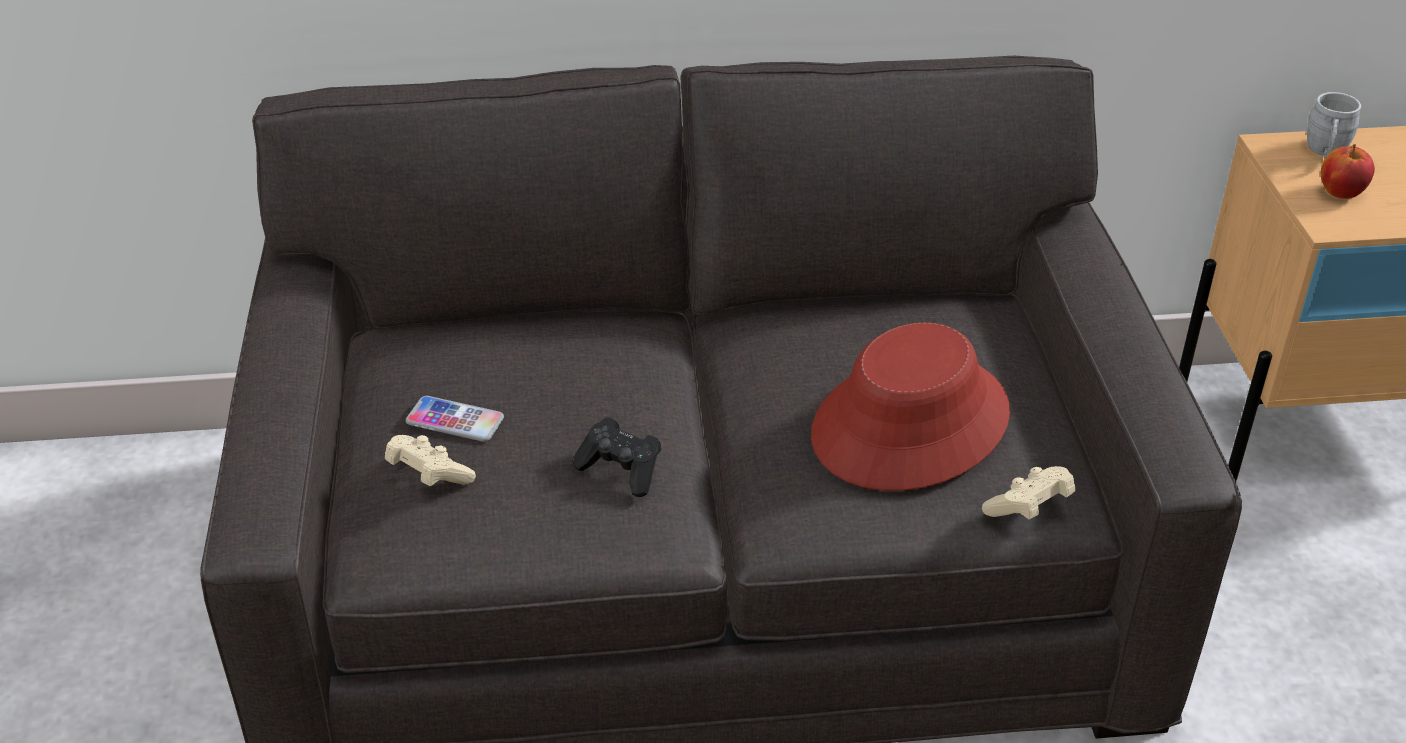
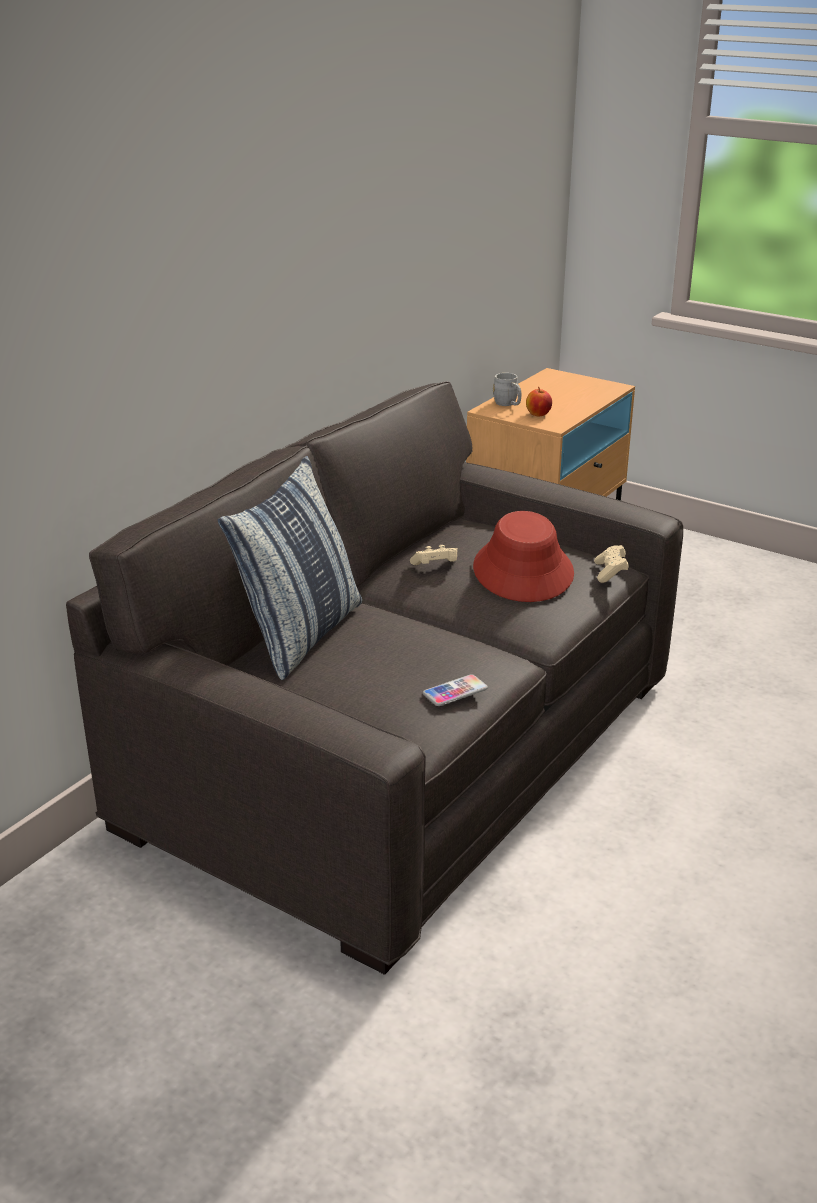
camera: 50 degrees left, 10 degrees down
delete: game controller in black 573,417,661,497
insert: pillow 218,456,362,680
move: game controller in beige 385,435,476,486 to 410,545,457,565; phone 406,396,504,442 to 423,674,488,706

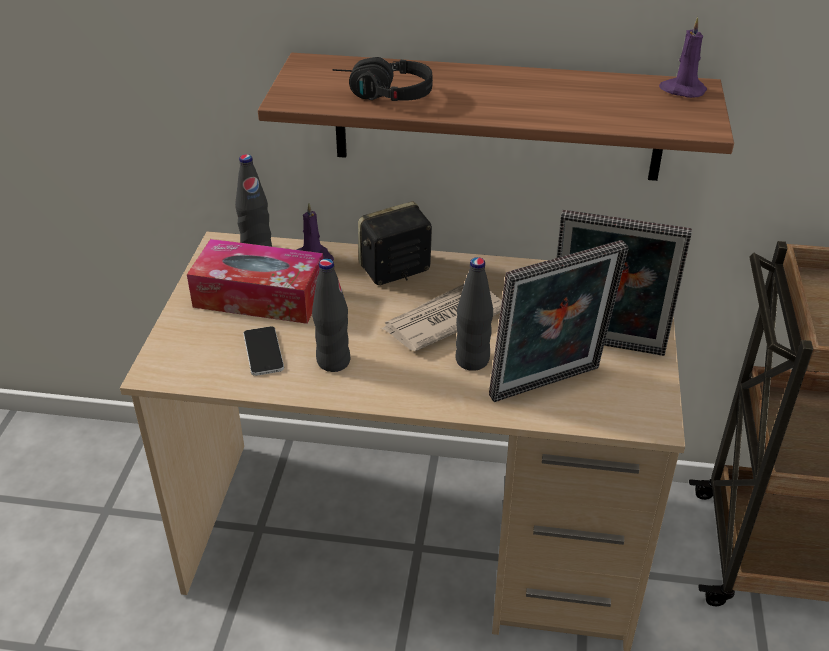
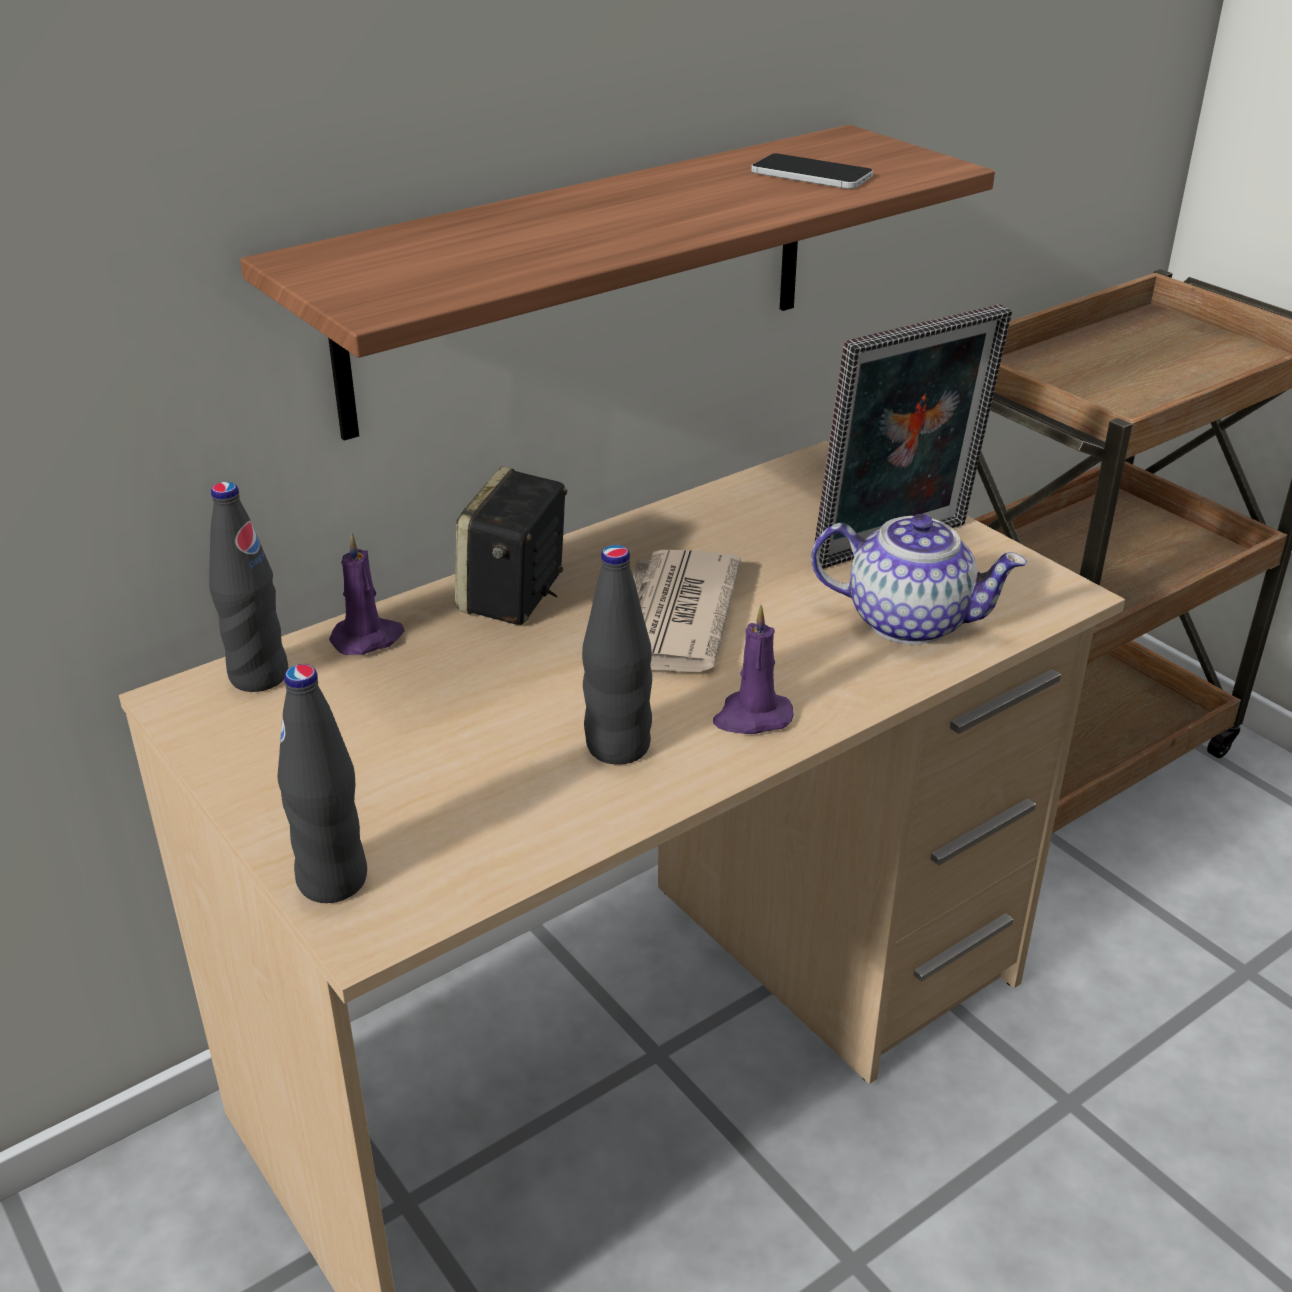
camera: 45 degrees left, 5 degrees down
delete: tissue box 187,239,323,324; headphones in black 333,57,433,101
move: bottle in black 455,257,493,371 to 277,664,367,903; candle in purple 659,17,707,98 to 713,605,794,734; phone 243,326,284,376 to 751,153,873,189
replace: picture frame 489,240,629,402 to teapot 811,514,1027,645

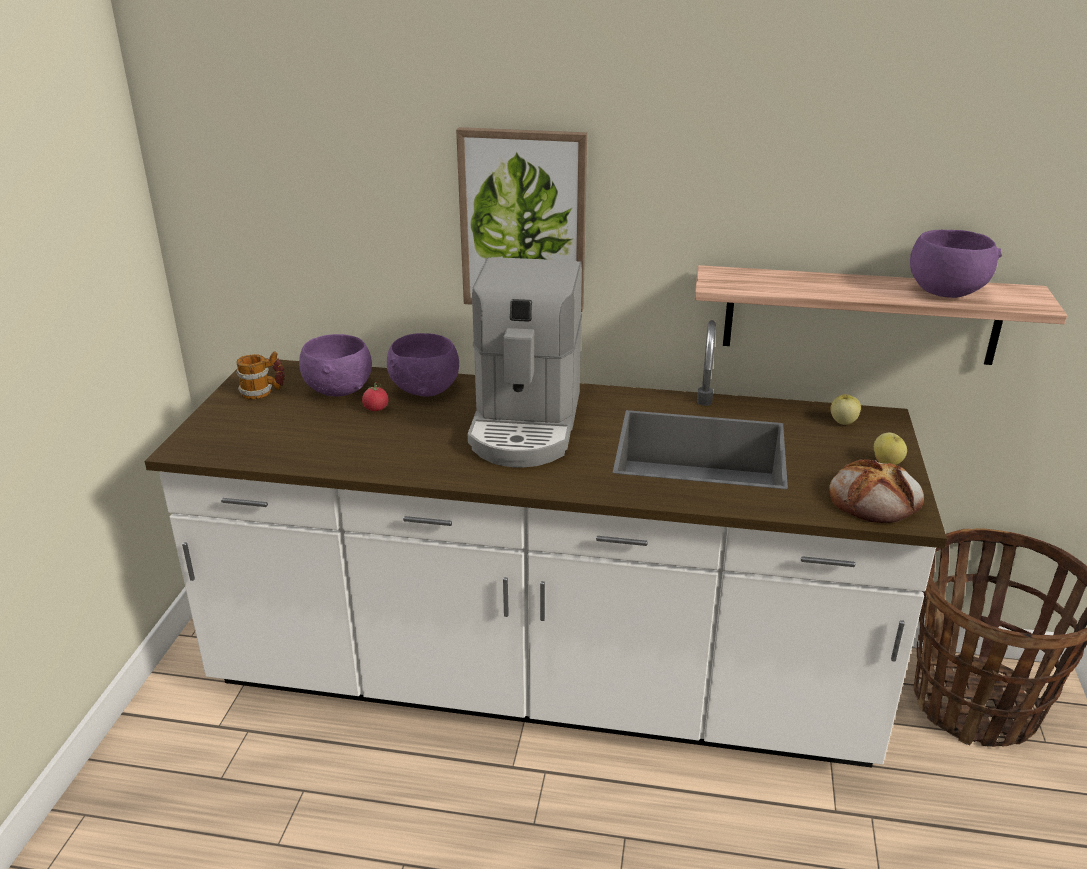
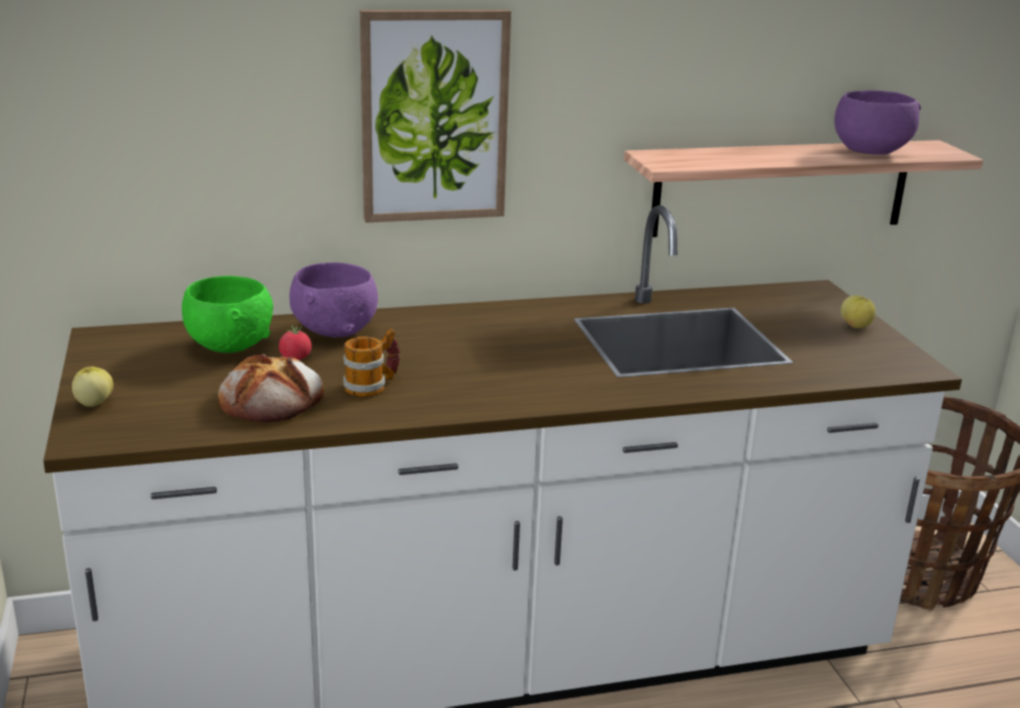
camera: 25 degrees left, 5 degrees down
delete: coffee machine 468,257,582,468
move: apple 831,394,861,425 to 72,366,113,407; bread 829,459,924,523 to 218,354,324,422; mug 236,351,285,400 to 343,328,400,397
recolor: bowl in purple 299,334,372,396 to bowl in green 182,276,273,353

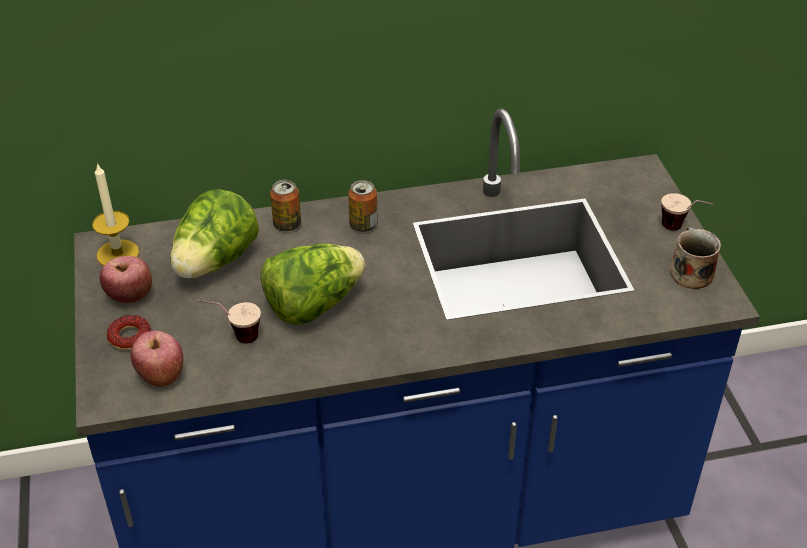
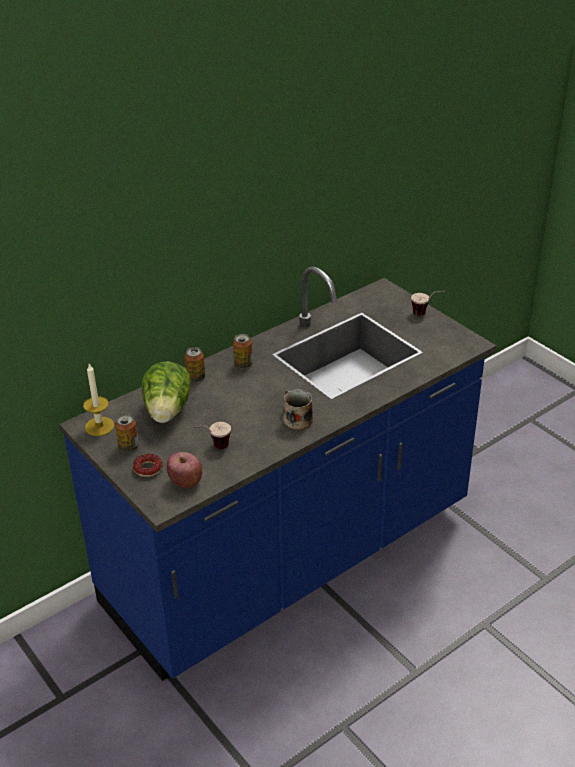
camera: 25 degrees left, 5 degrees down
delete: lettuce 260,244,365,325
move: mug 670,227,721,289 to 283,389,313,430
replace: apple 100,256,152,303 to can 115,414,139,452

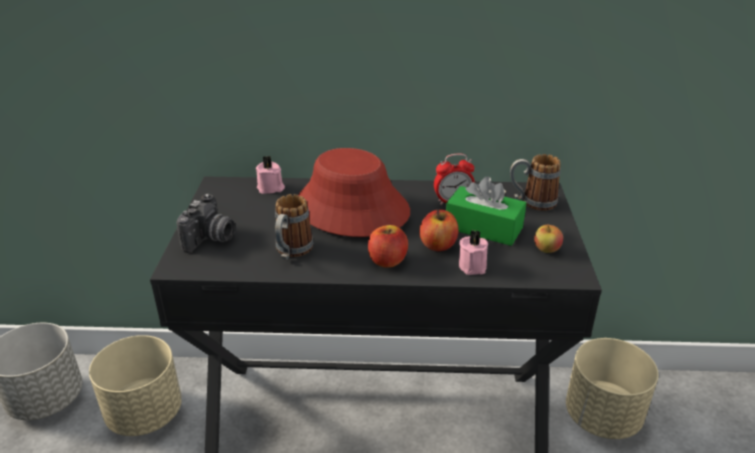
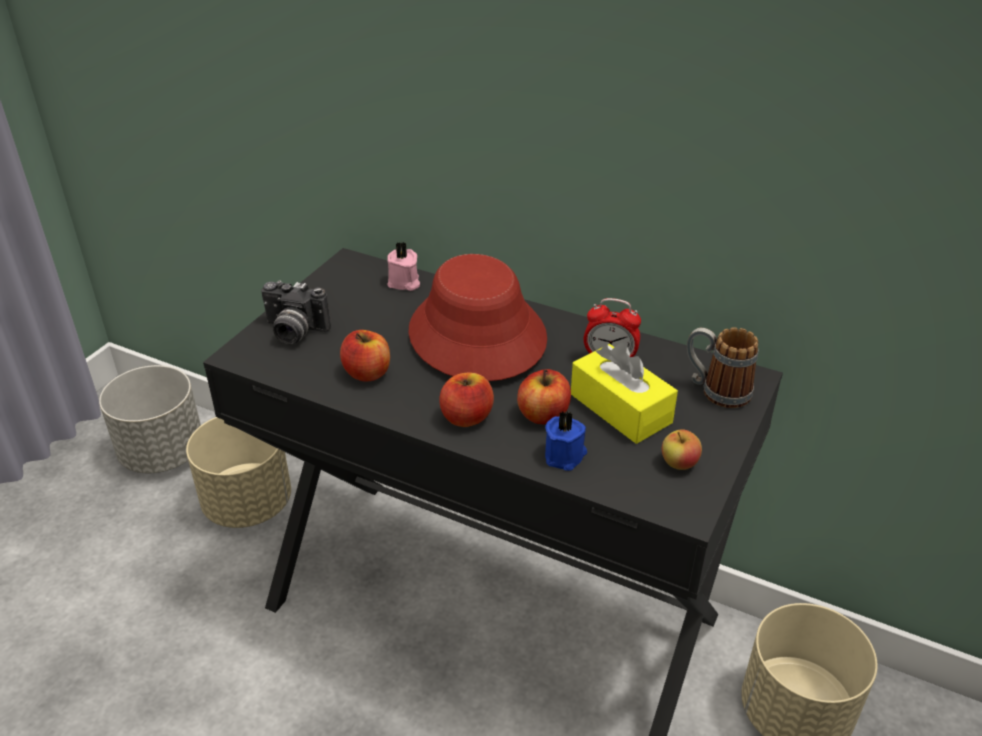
camera: 25 degrees right, 5 degrees up
replace: mug 275,194,313,260 to apple 340,330,390,381
recolor: candle in pink 459,230,488,275 to candle in blue 545,411,587,471; tissue box in green 446,176,526,246 to tissue box in yellow 571,343,678,444
rotate: photo camera 177,194,235,253 = 261,281,331,344 60 degrees clockwise

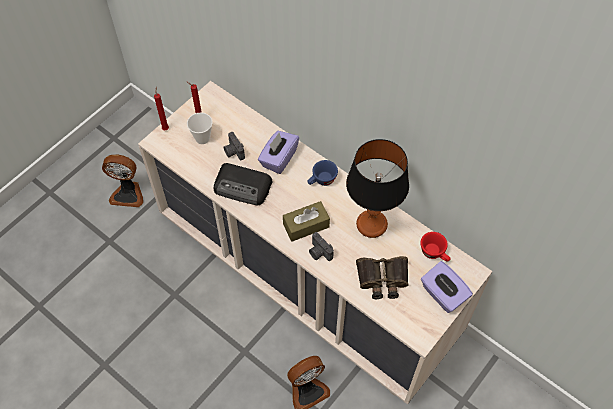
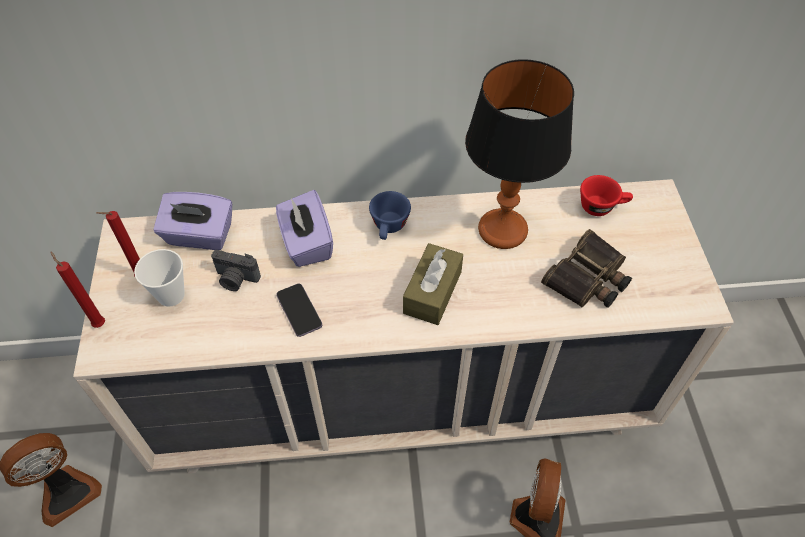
camera: 45 degrees left, 5 degrees down
delete: photo camera 309,232,334,261
move: tissue box in purple 421,261,473,313 to 153,192,233,250
replace: radio 214,163,272,206 to phone 276,284,322,337

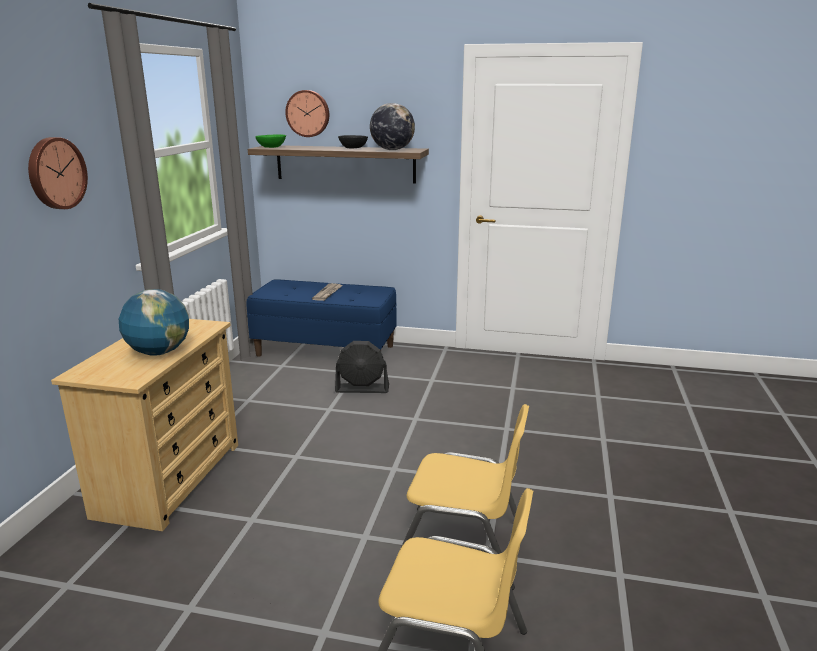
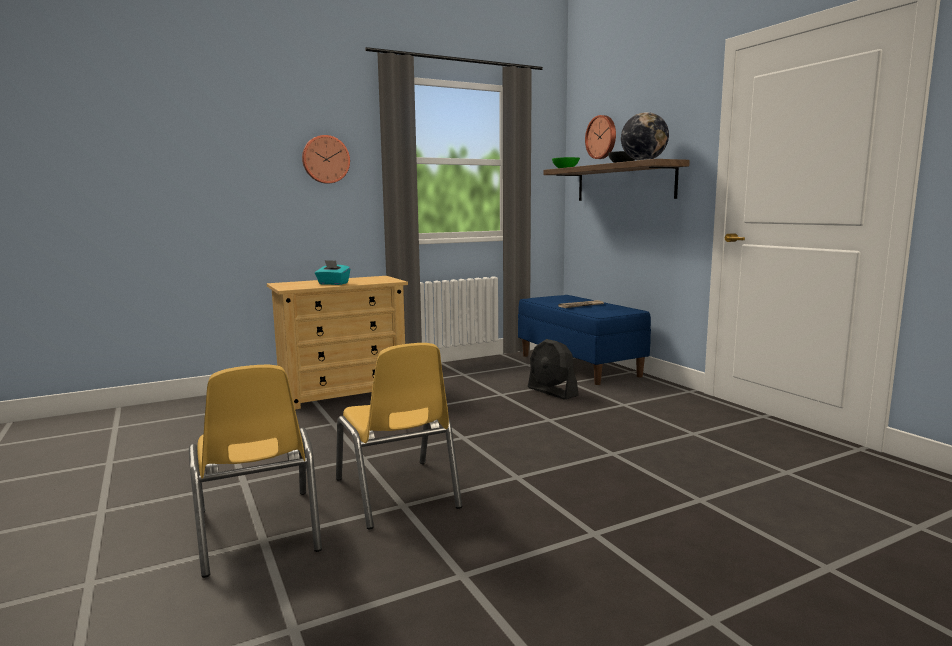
camera: 50 degrees right, 10 degrees down
replace: globe 119,289,189,356 to tissue box in turquoise 315,260,351,285

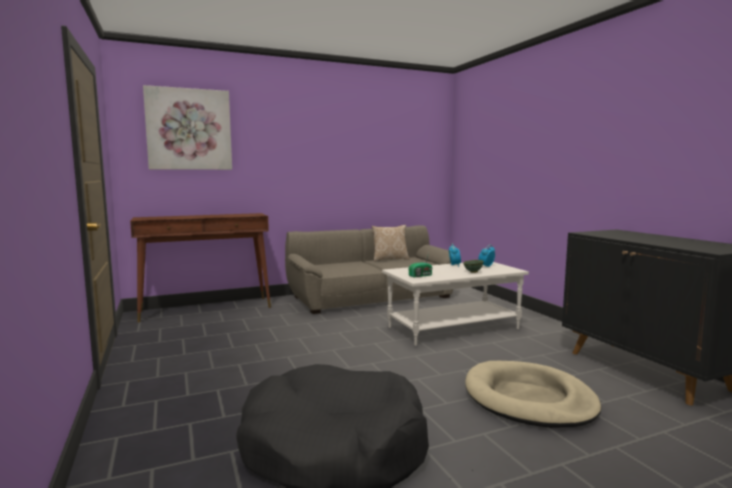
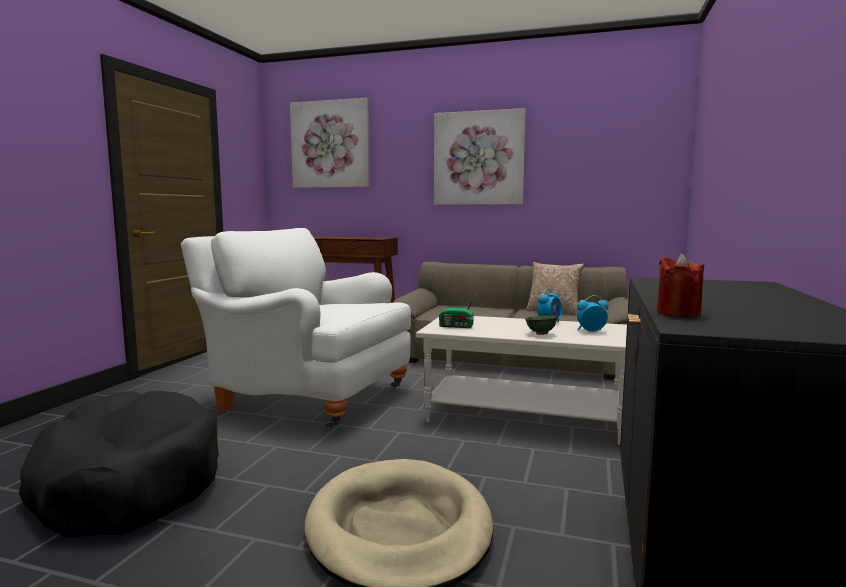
camera: 40 degrees right, 0 degrees up
insert: armchair in white 181,228,411,429; picture 434,108,526,205; candle in red 656,253,704,317

